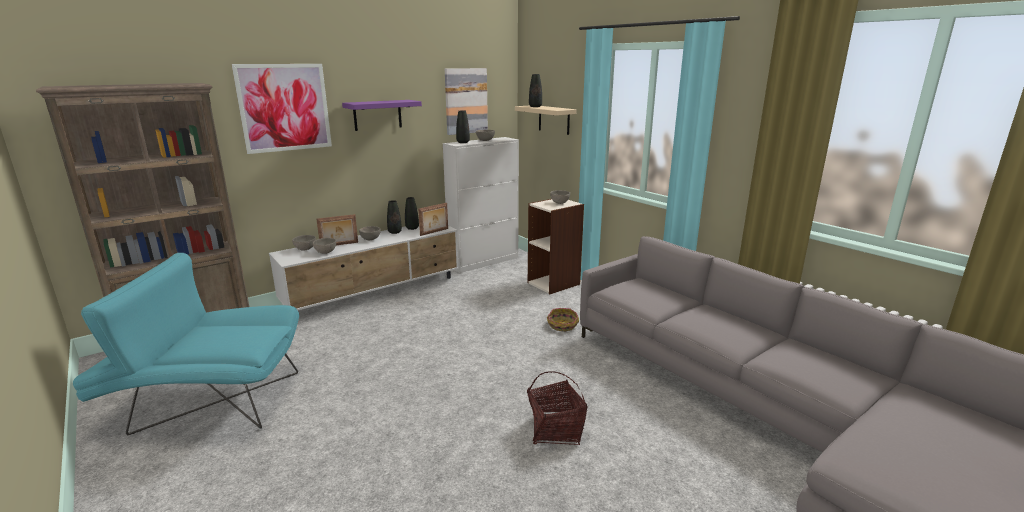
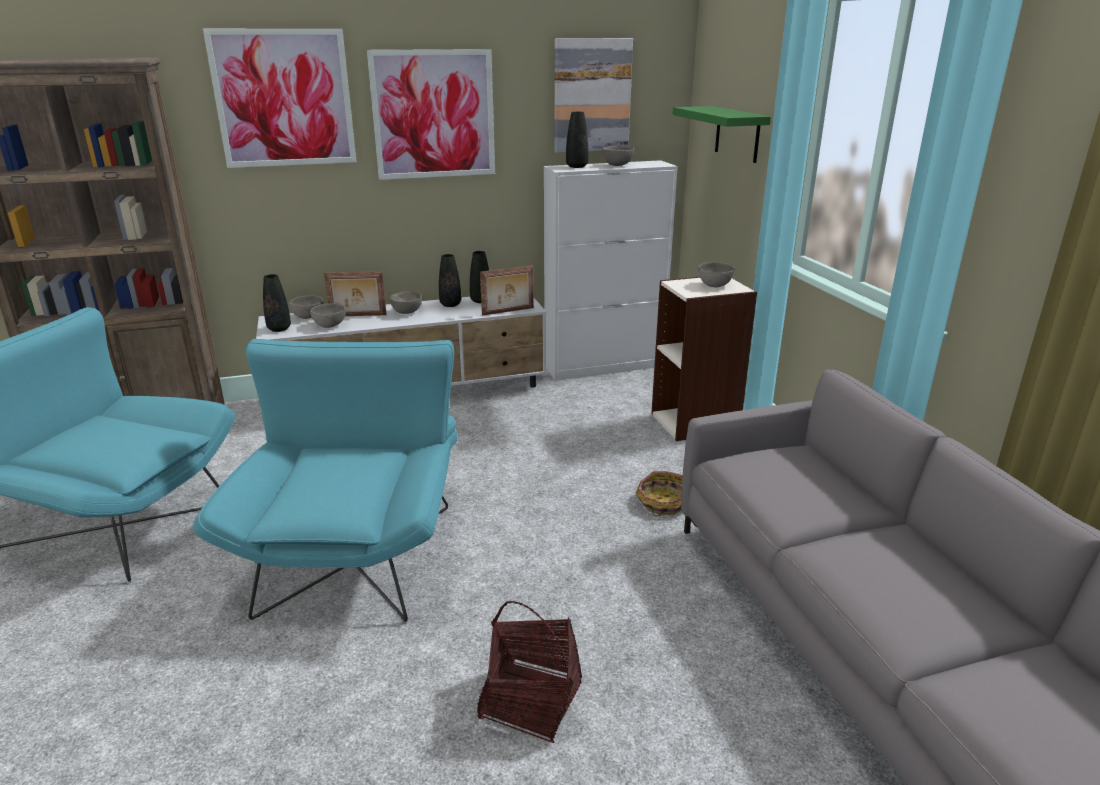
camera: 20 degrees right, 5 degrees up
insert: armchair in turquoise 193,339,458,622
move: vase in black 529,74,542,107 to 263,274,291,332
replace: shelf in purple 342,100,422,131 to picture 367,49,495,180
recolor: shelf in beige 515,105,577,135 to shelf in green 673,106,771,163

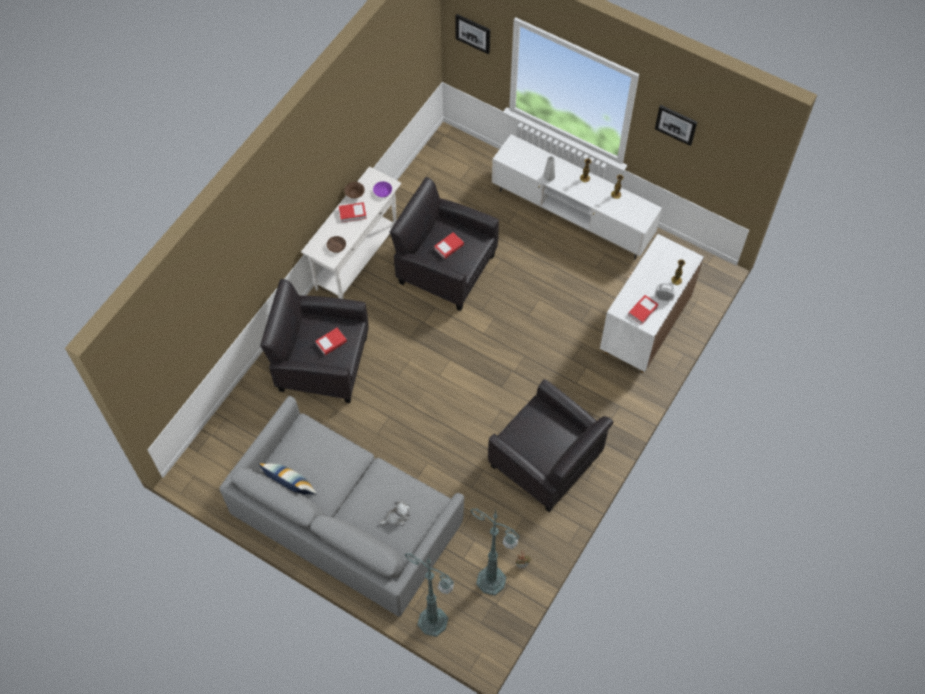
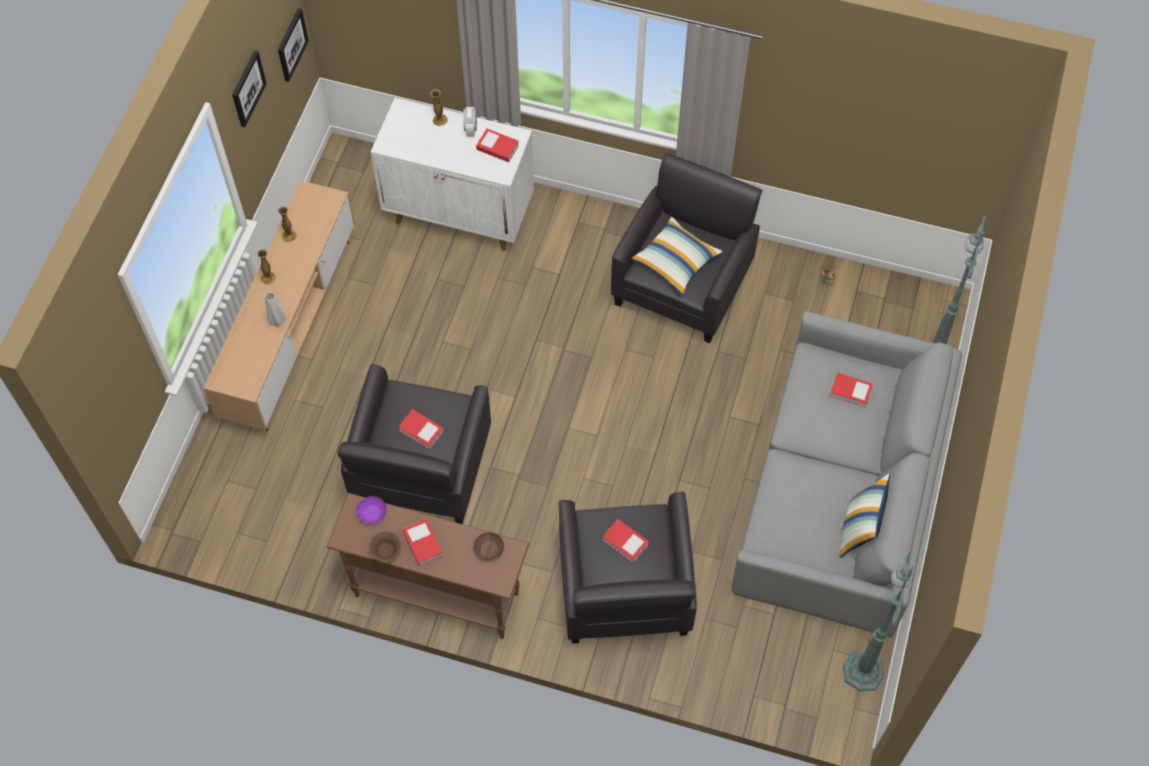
camera: 105 degrees left, 0 degrees up
insert: pillow 631,217,723,295
move: picture 455,14,490,54 to 278,8,309,82; floor lamp in green 471,508,519,595 to 843,553,914,691
replace: plush toy 379,501,411,526 to book 830,373,873,408
recolor: tv stand in white 492,134,662,260 to tv stand in brown 204,180,355,431; console table in white 301,167,402,299 to console table in brown 326,493,529,639

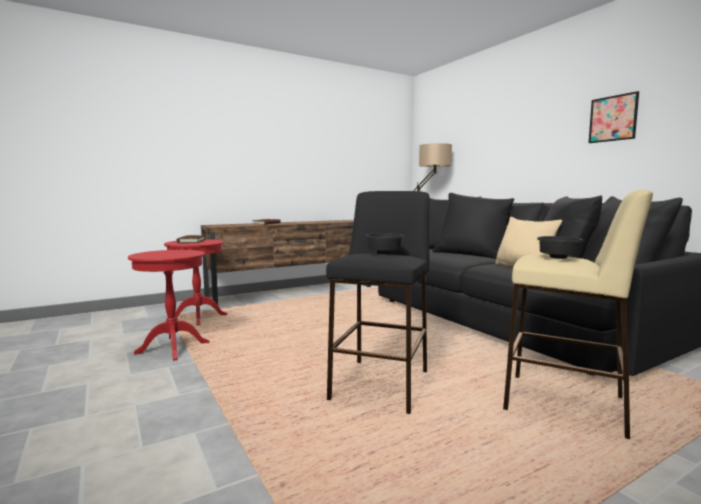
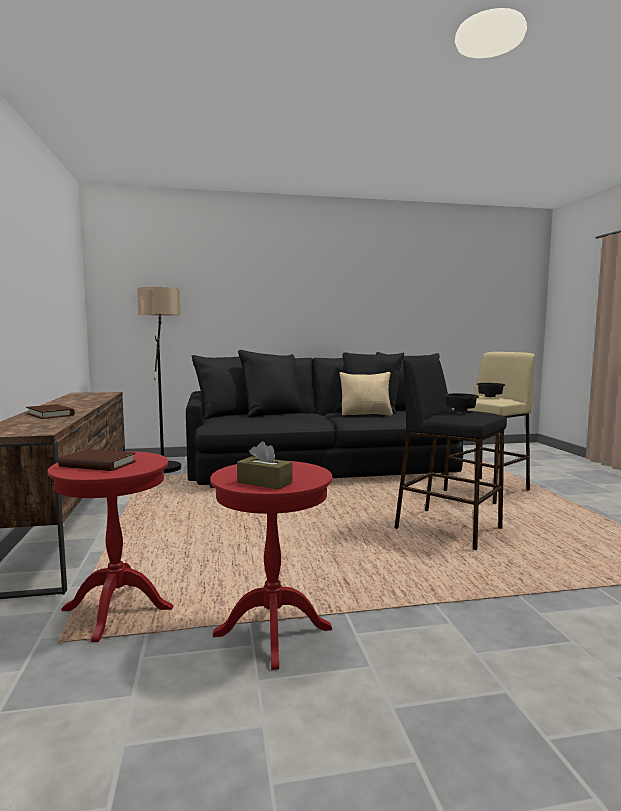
camera: 70 degrees left, 0 degrees up
delete: picture 589,91,639,143
insert: tissue box in brown 237,441,292,490

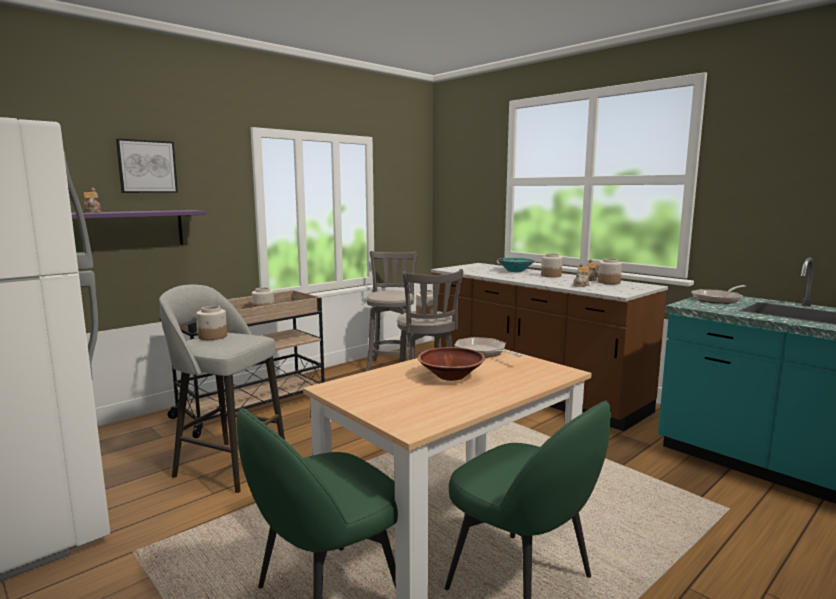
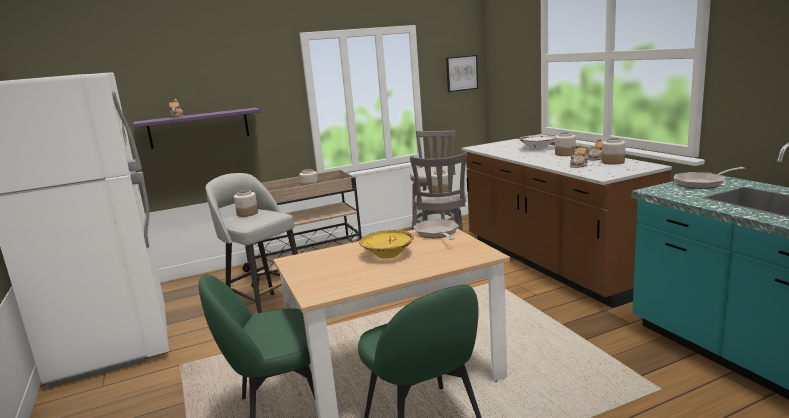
camera: 20 degrees right, 5 degrees up
move: picture 116,139,178,193 to 446,55,478,92
recolor: bowl in brown 418,347,485,381 to bowl in yellow 359,230,414,259; bowl in turquoise 497,258,535,272 to bowl in white 519,135,555,150

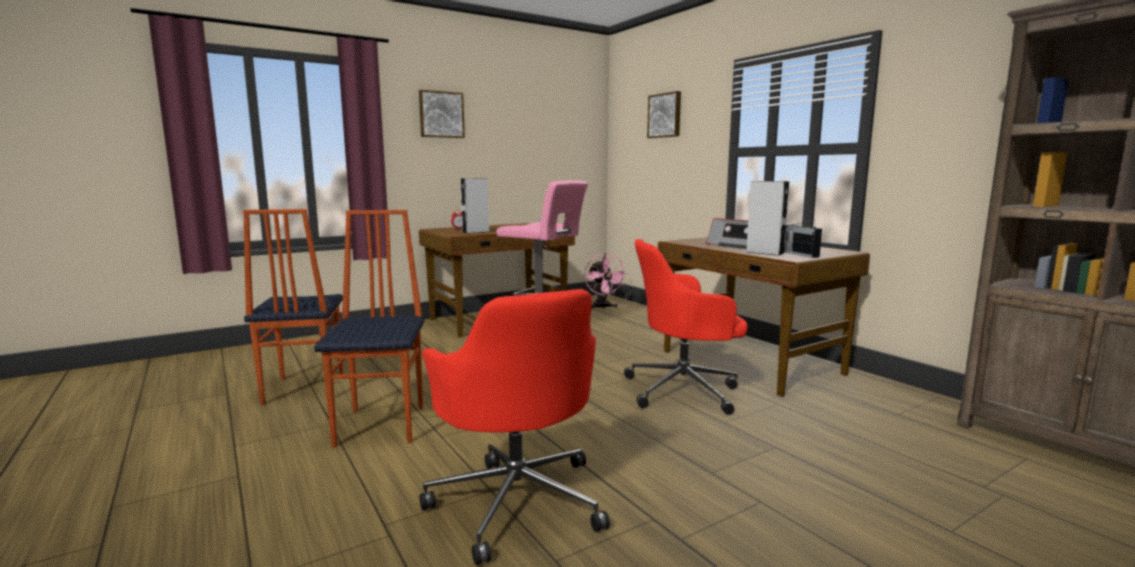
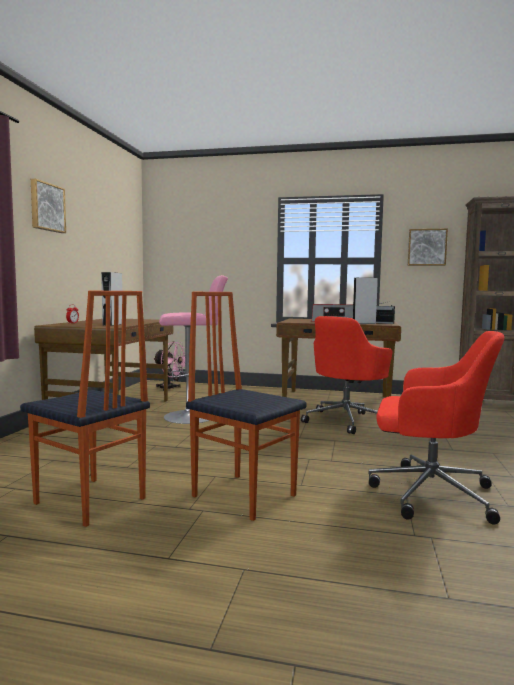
camera: 45 degrees left, 5 degrees down
move: picture 647,91,681,138 to 408,229,448,266

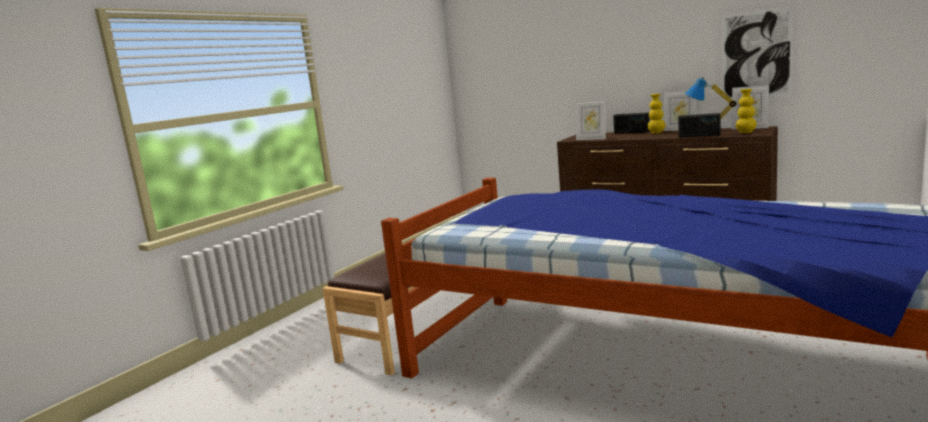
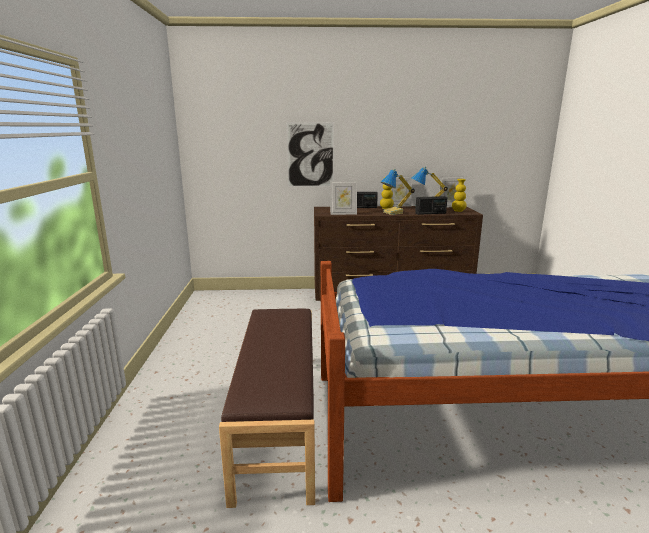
camera: 35 degrees left, 5 degrees up
insert: table lamp 381,169,415,215
move: picture 722,6,793,99 to 286,122,334,187

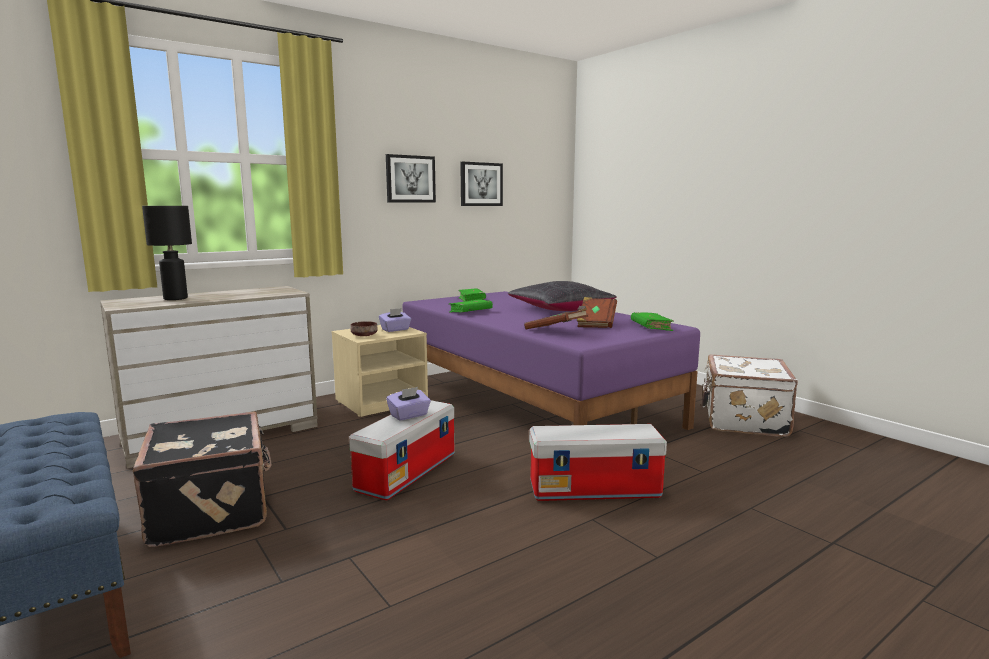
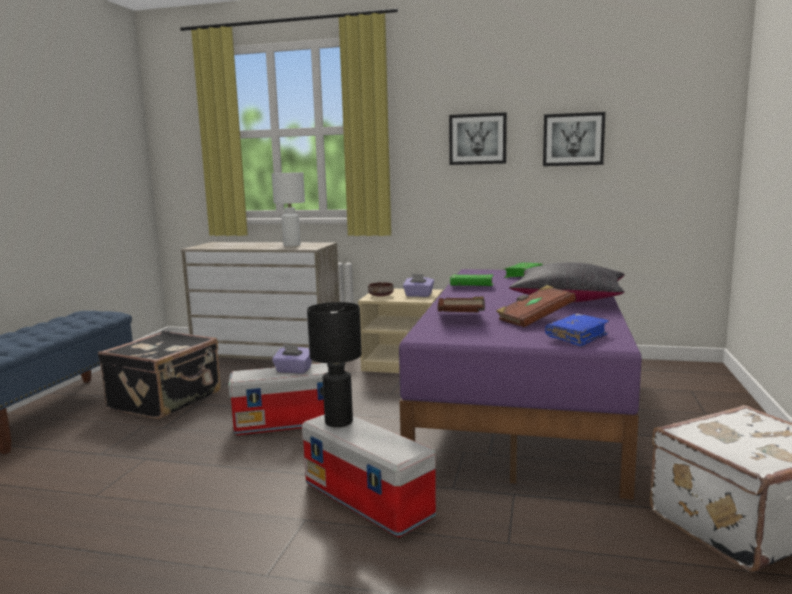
camera: 50 degrees right, 0 degrees up
insert: table lamp in white 272,172,305,246
move: table lamp in black 142,206,192,300 to 307,302,362,427
recolor: book in green 631,312,674,331 to book in blue 545,314,609,347

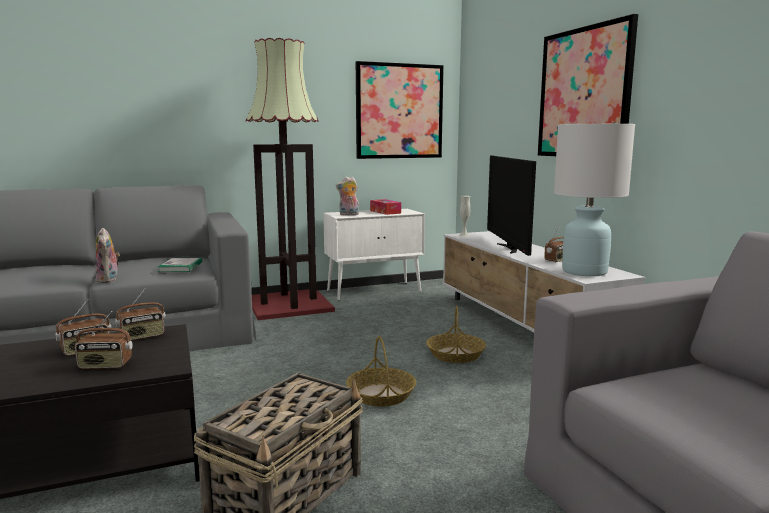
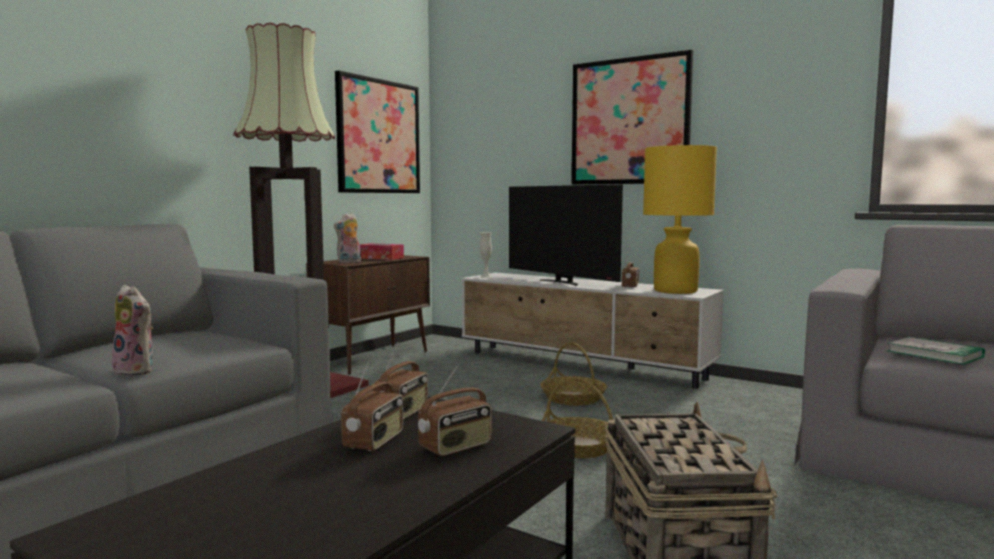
camera: 35 degrees left, 5 degrees down
move: book 158,258,202,272 to 888,337,985,365
recolor: cabinet in white 323,209,425,301 to cabinet in brown 306,255,430,375; table lamp in white 554,124,635,276 to table lamp in yellow 643,145,717,294

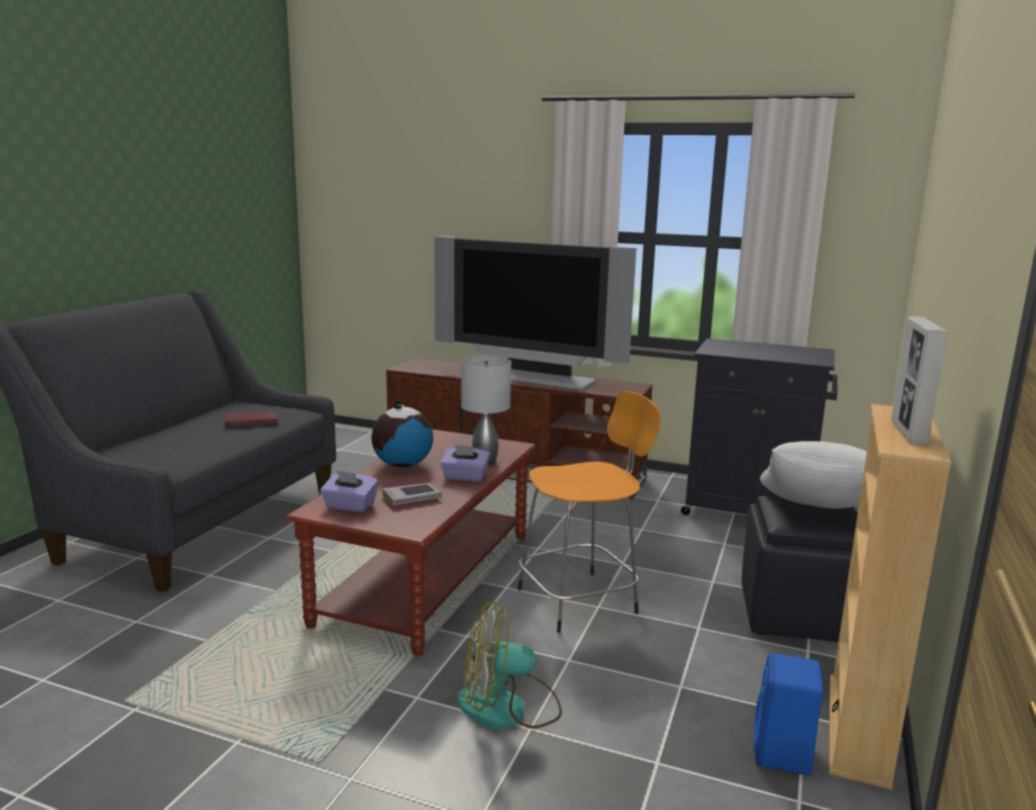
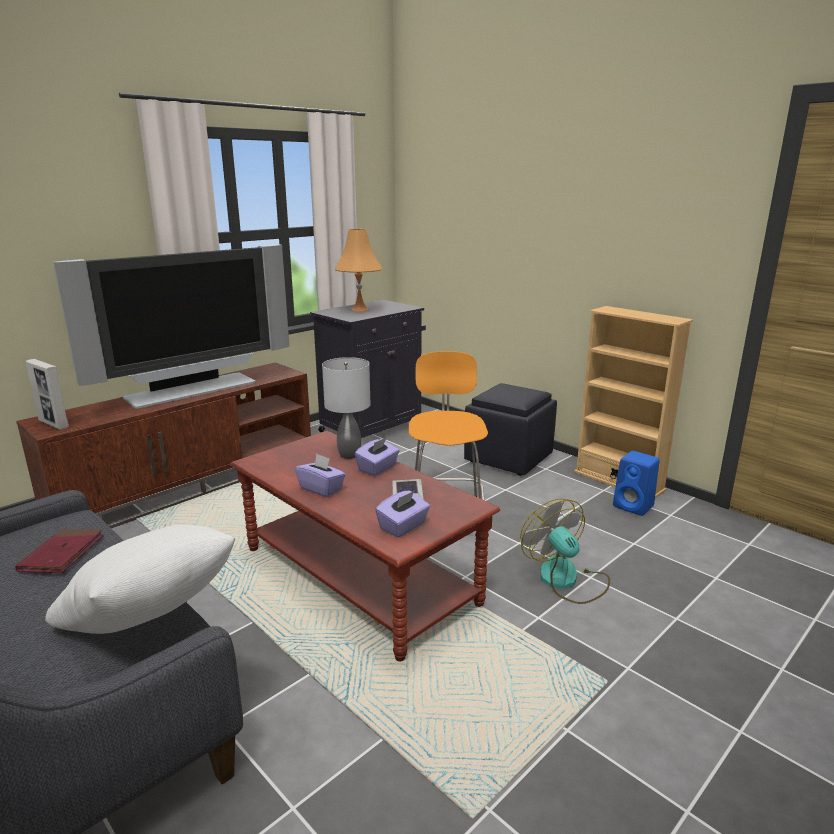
camera: 65 degrees left, 5 degrees up
insert: table lamp in orange 335,229,382,312
move: picture frame 891,316,948,445 to 25,359,69,430; pillow in white 760,441,867,509 to 45,525,235,634
replace: globe 372,400,433,468 to tissue box in purple 295,453,346,497
rotate: fan 457,601,562,730 = 520,498,610,604 135 degrees clockwise

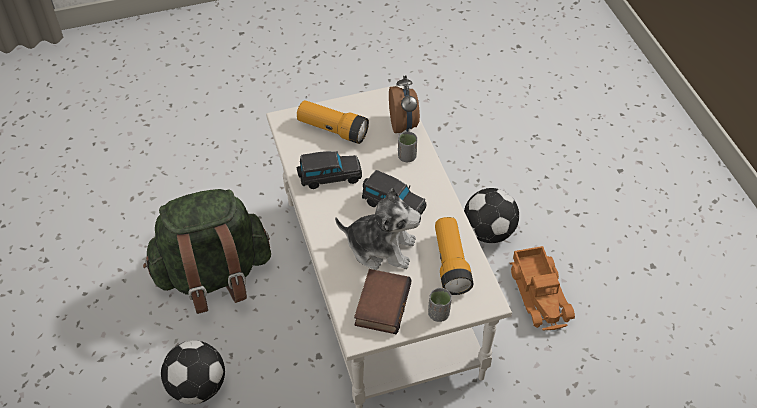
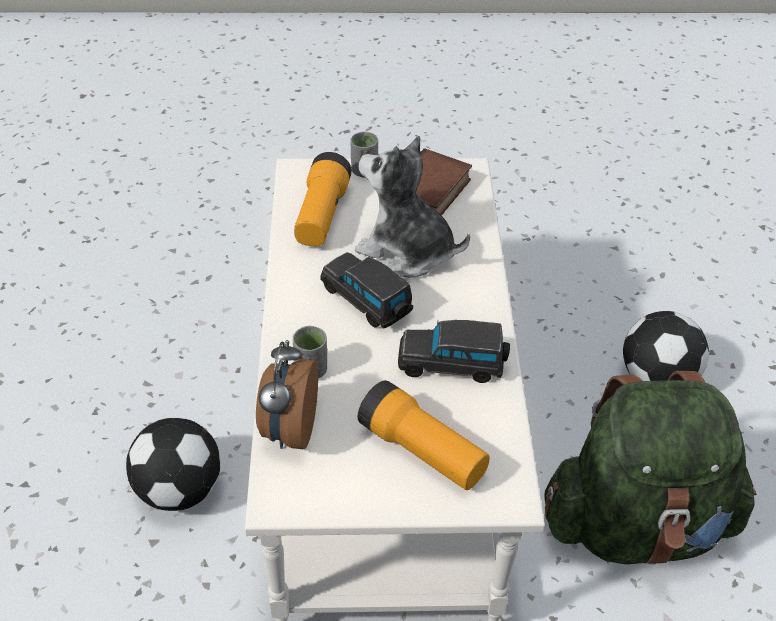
camera: 165 degrees left, 5 degrees down
delete: toy truck 510,246,575,330

